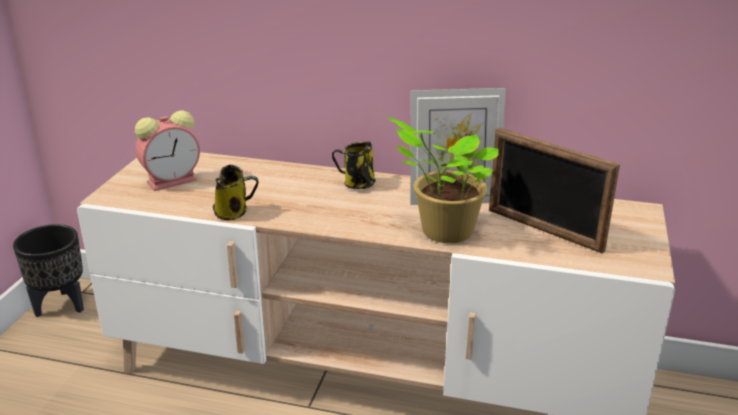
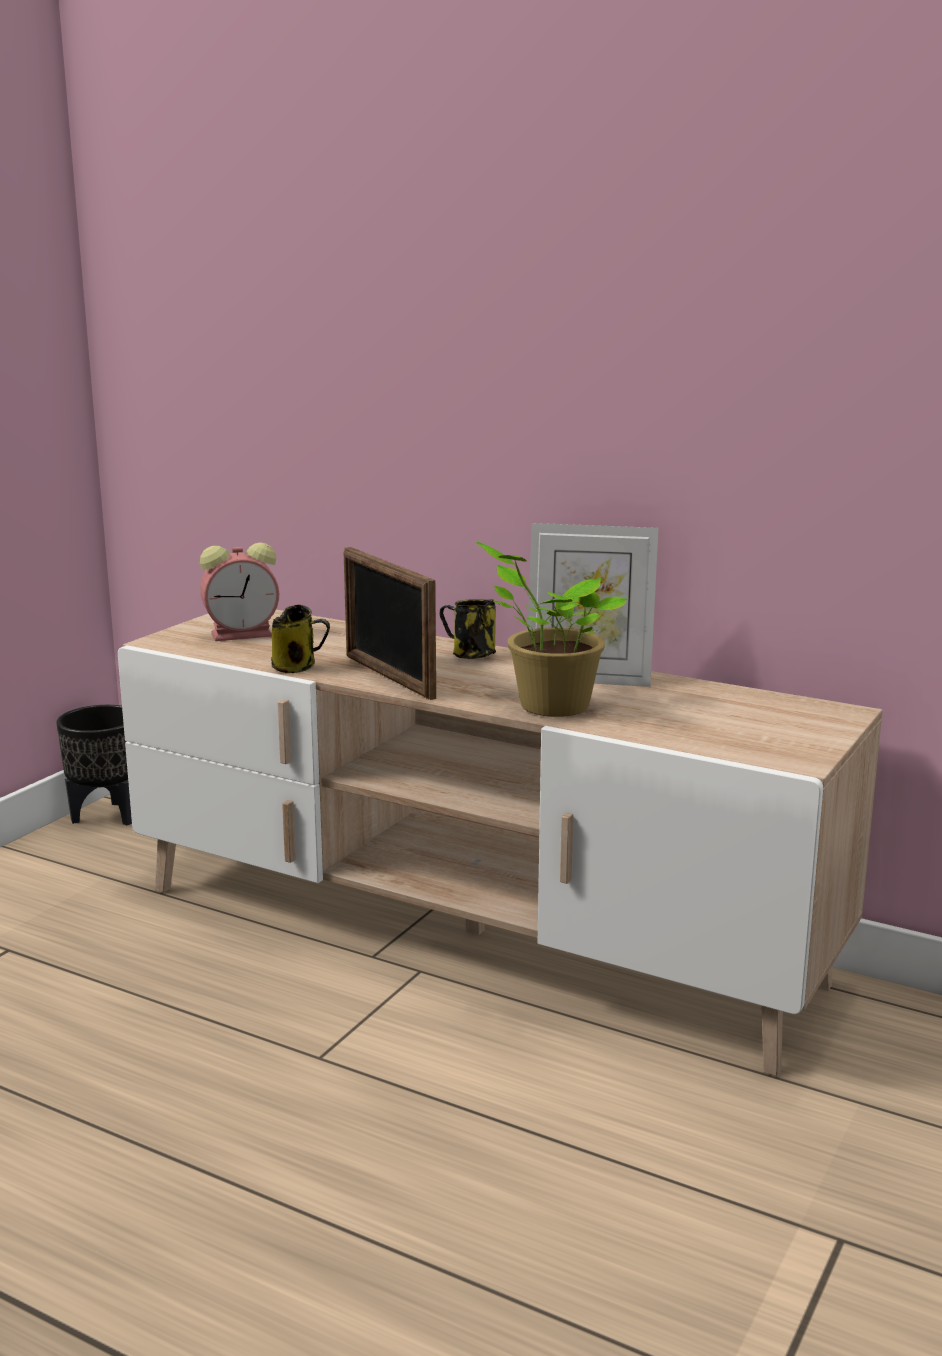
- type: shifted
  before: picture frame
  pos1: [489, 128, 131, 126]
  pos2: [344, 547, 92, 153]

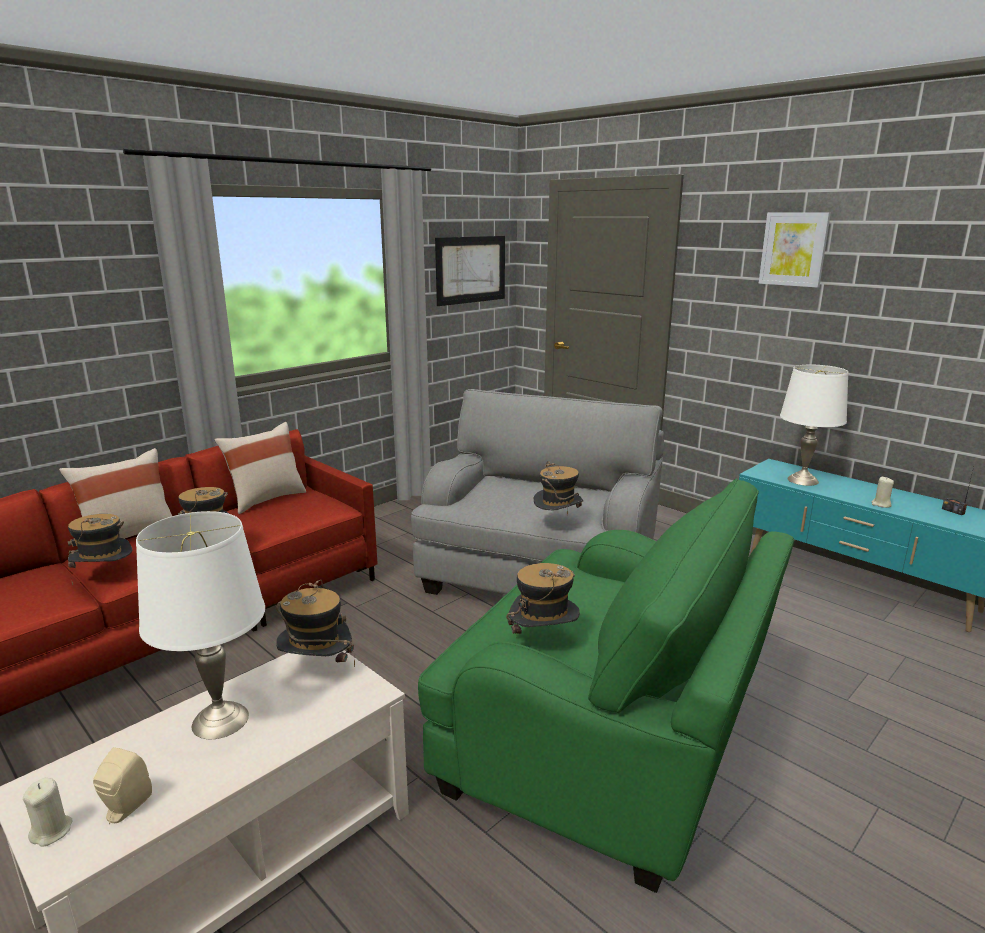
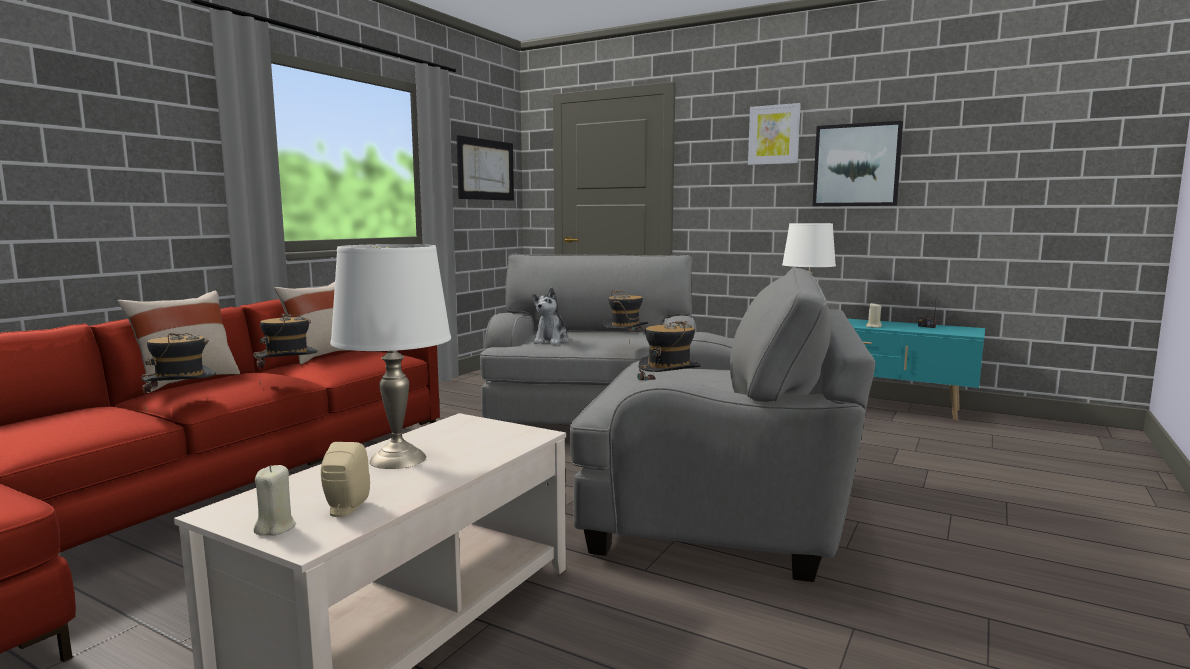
- type: gone
  before: hat
  pos1: [276, 580, 79, 87]
- type: new
  after: plush toy
  pos2: [532, 287, 37, 58]
- type: new
  after: picture
  pos2: [813, 121, 90, 85]
- type: repainted
  before: green armchair
  after: grey armchair
  pos1: [418, 478, 376, 415]
  pos2: [569, 267, 307, 315]

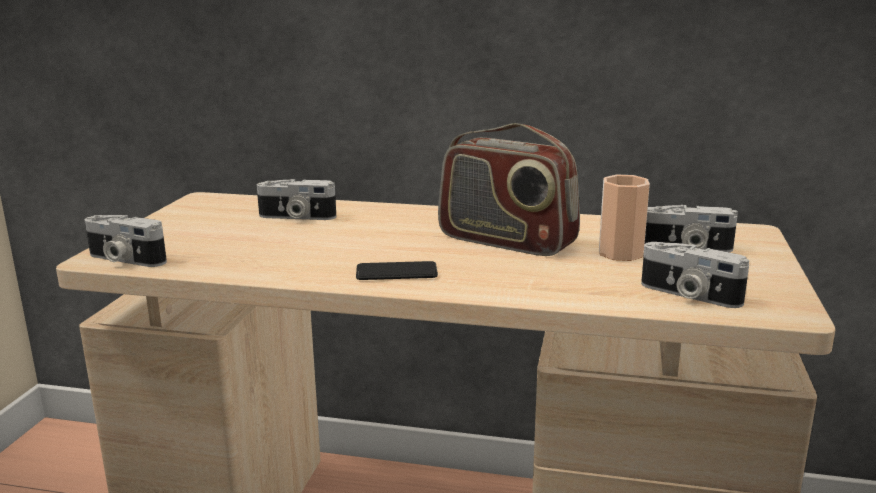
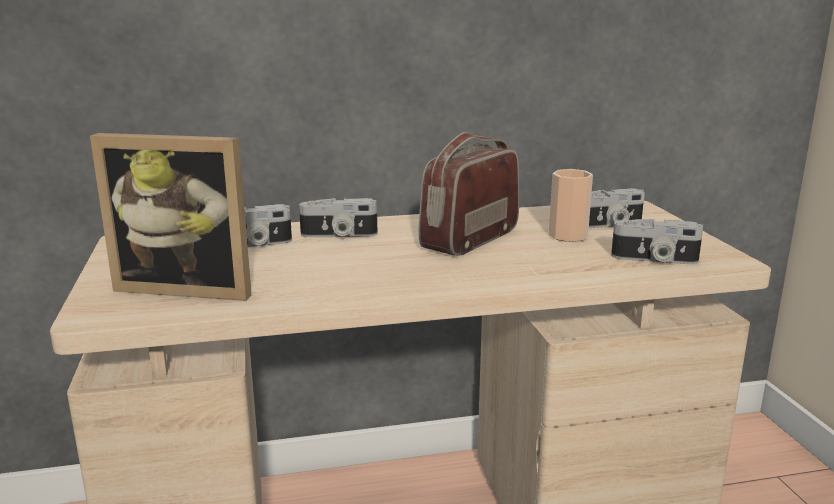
- type: gone
  before: phone
  pos1: [356, 261, 82, 19]
- type: new
  after: picture frame
  pos2: [90, 133, 162, 168]
- type: shifted
  before: photo camera
  pos1: [85, 215, 82, 52]
  pos2: [299, 198, 78, 39]
- type: rotated
  before: radio
  pos1: [438, 123, 142, 133]
  pos2: [419, 132, 100, 124]
  turn: 120

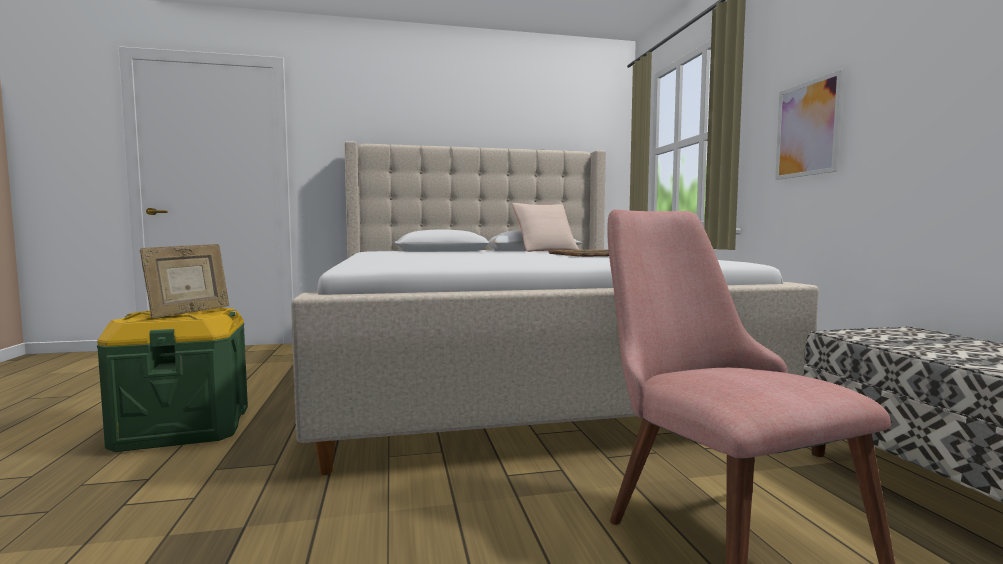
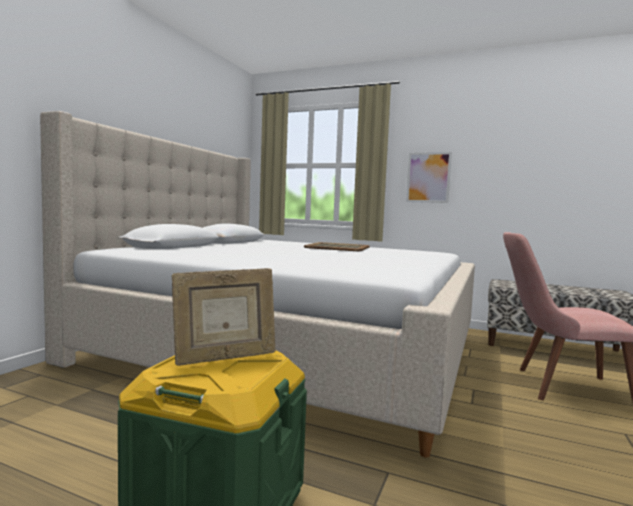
- type: gone
  before: beige pillow
  pos1: [512, 203, 67, 49]
- type: rotated
  before: picture frame
  pos1: [140, 244, 89, 74]
  pos2: [172, 268, 104, 98]
  turn: 90

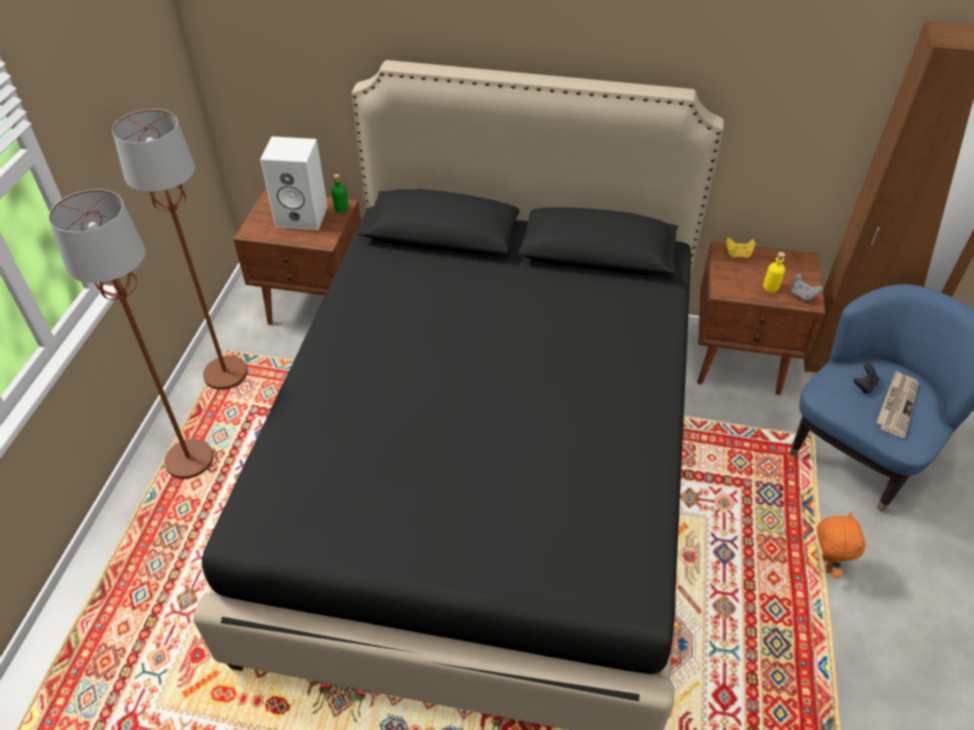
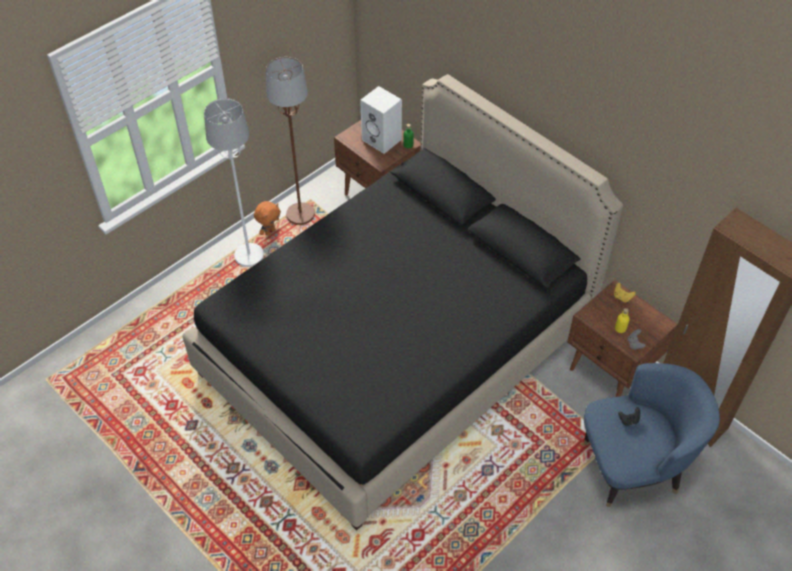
- type: gone
  before: newspaper
  pos1: [876, 370, 43, 68]
- type: shifted
  before: orange plush toy
  pos1: [817, 512, 48, 66]
  pos2: [254, 201, 27, 35]
- type: repainted
  before: brown floor lamp
  after: white floor lamp
  pos1: [49, 189, 164, 290]
  pos2: [204, 98, 60, 169]

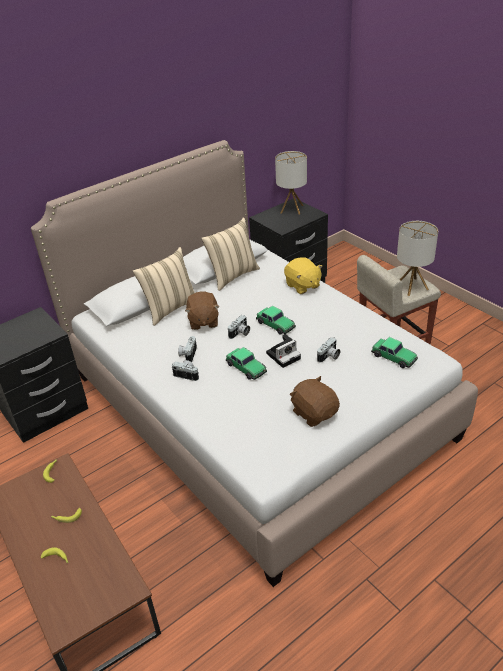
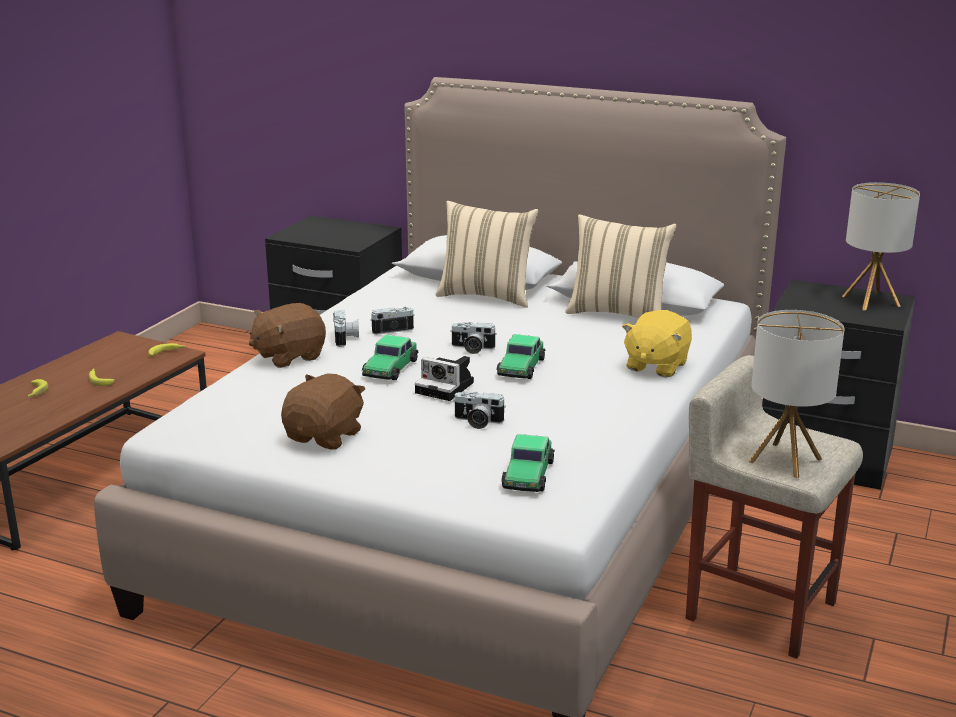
- type: shifted
  before: brown plush toy
  pos1: [185, 292, 35, 38]
  pos2: [249, 303, 77, 65]

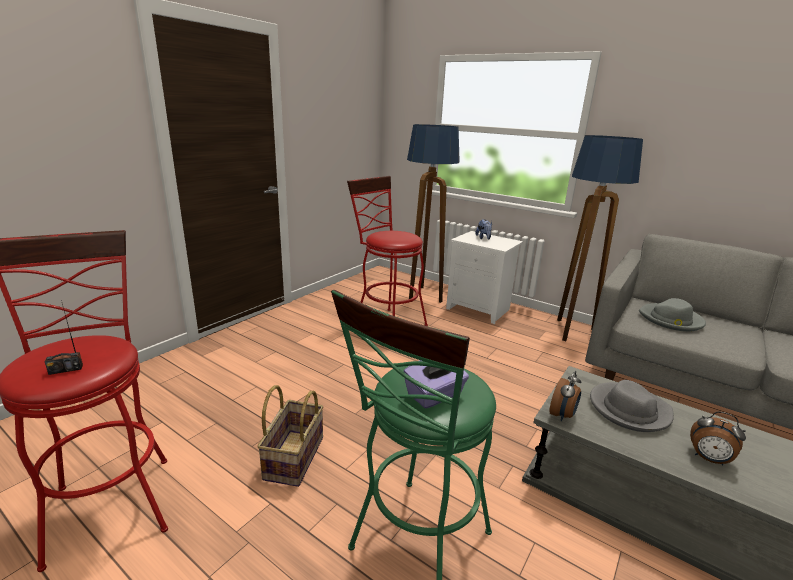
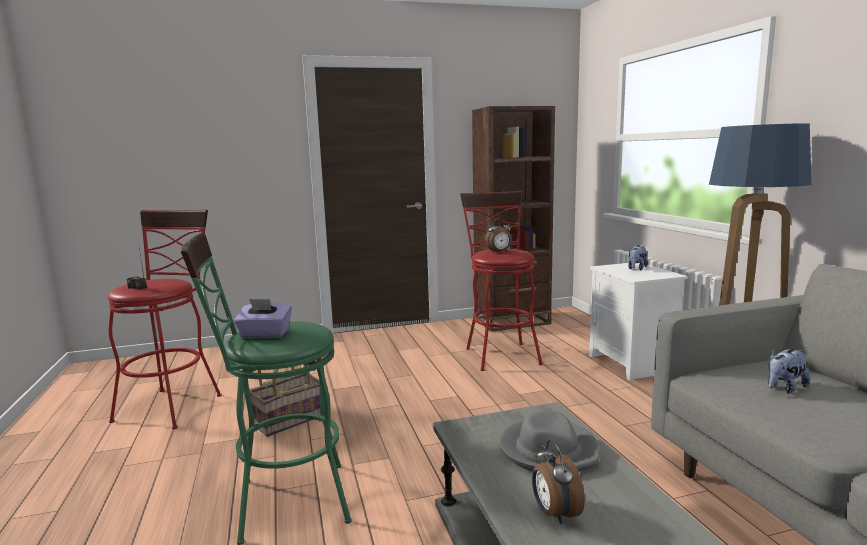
- type: gone
  before: floor lamp
  pos1: [407, 124, 53, 179]
- type: new
  after: brown bookcase
  pos2: [472, 106, 83, 226]
- type: shifted
  before: alarm clock
  pos1: [549, 371, 32, 50]
  pos2: [485, 218, 26, 35]
- type: swapped
  before: grey hat
  after: plush toy
  pos1: [639, 298, 67, 34]
  pos2: [768, 348, 42, 46]

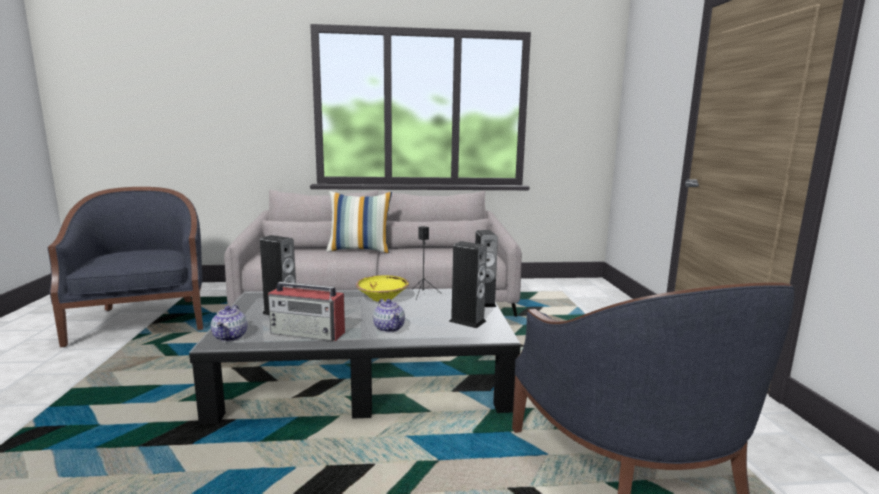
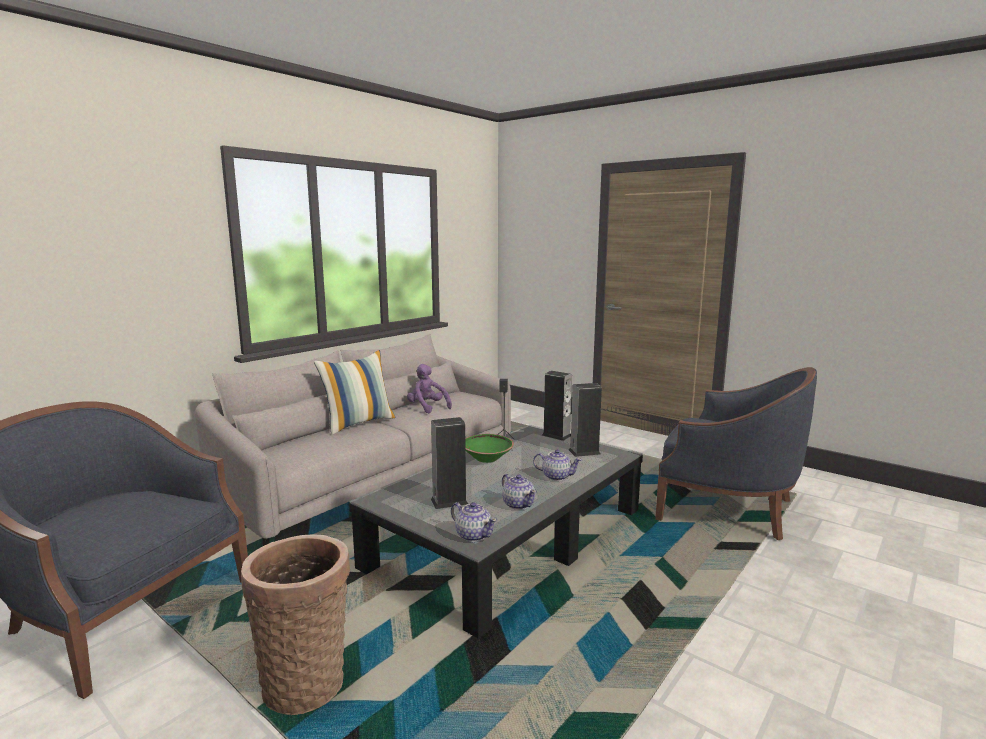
- type: new
  after: basket
  pos2: [241, 534, 109, 181]
- type: new
  after: purple plush toy
  pos2: [407, 364, 45, 49]
- type: swapped
  before: radio
  after: teapot
  pos1: [268, 282, 77, 59]
  pos2: [502, 474, 35, 36]
- type: repainted
  before: yellow bowl
  after: green bowl
  pos1: [356, 275, 53, 27]
  pos2: [465, 434, 49, 29]

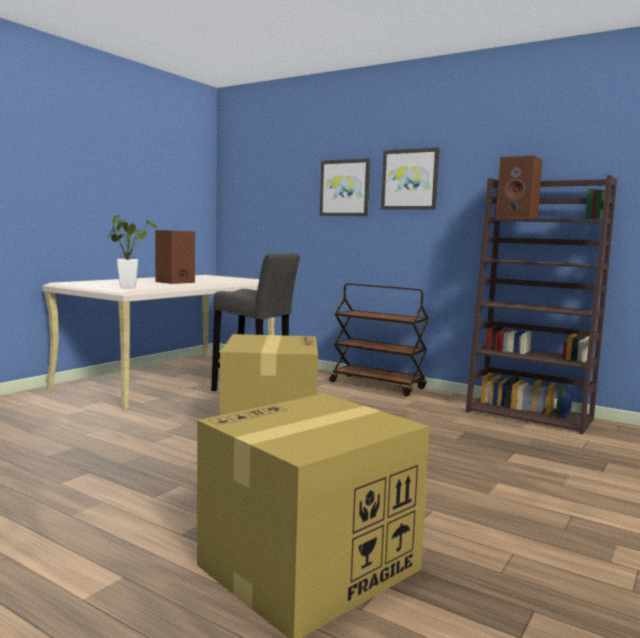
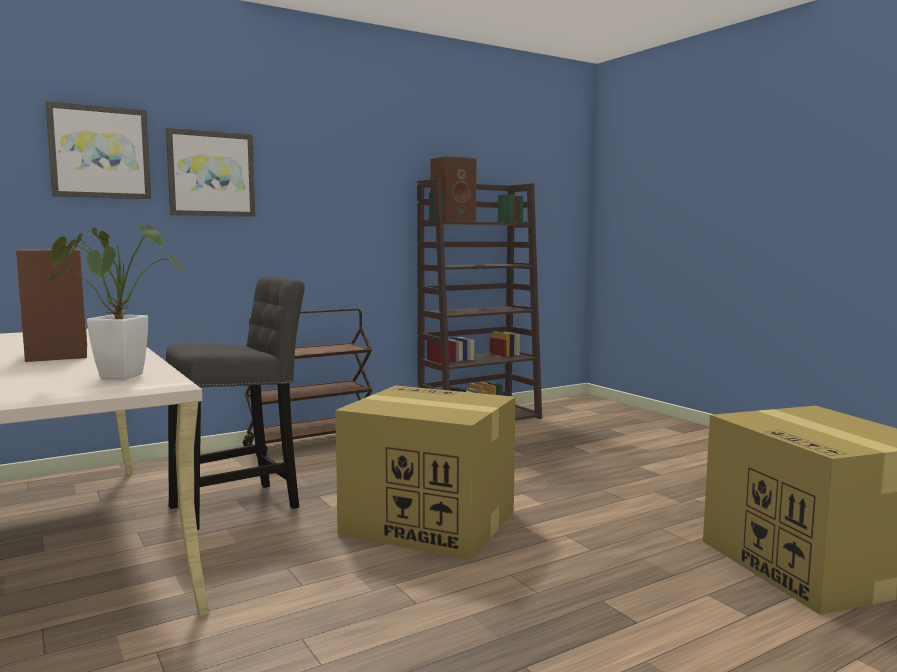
- type: shifted
  before: picture
  pos1: [381, 147, 59, 63]
  pos2: [45, 101, 106, 98]

